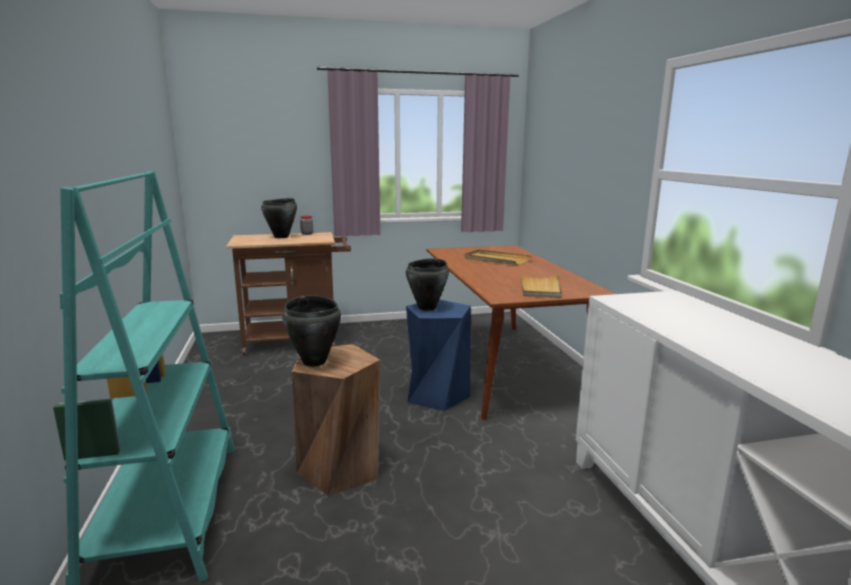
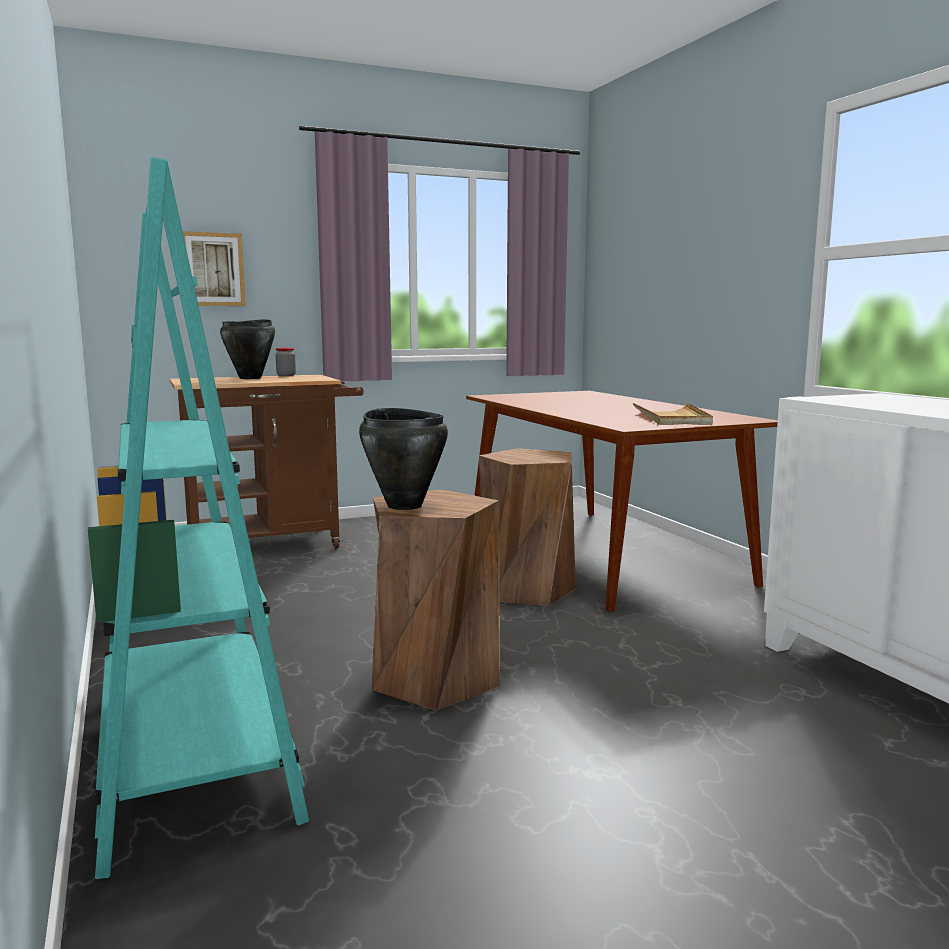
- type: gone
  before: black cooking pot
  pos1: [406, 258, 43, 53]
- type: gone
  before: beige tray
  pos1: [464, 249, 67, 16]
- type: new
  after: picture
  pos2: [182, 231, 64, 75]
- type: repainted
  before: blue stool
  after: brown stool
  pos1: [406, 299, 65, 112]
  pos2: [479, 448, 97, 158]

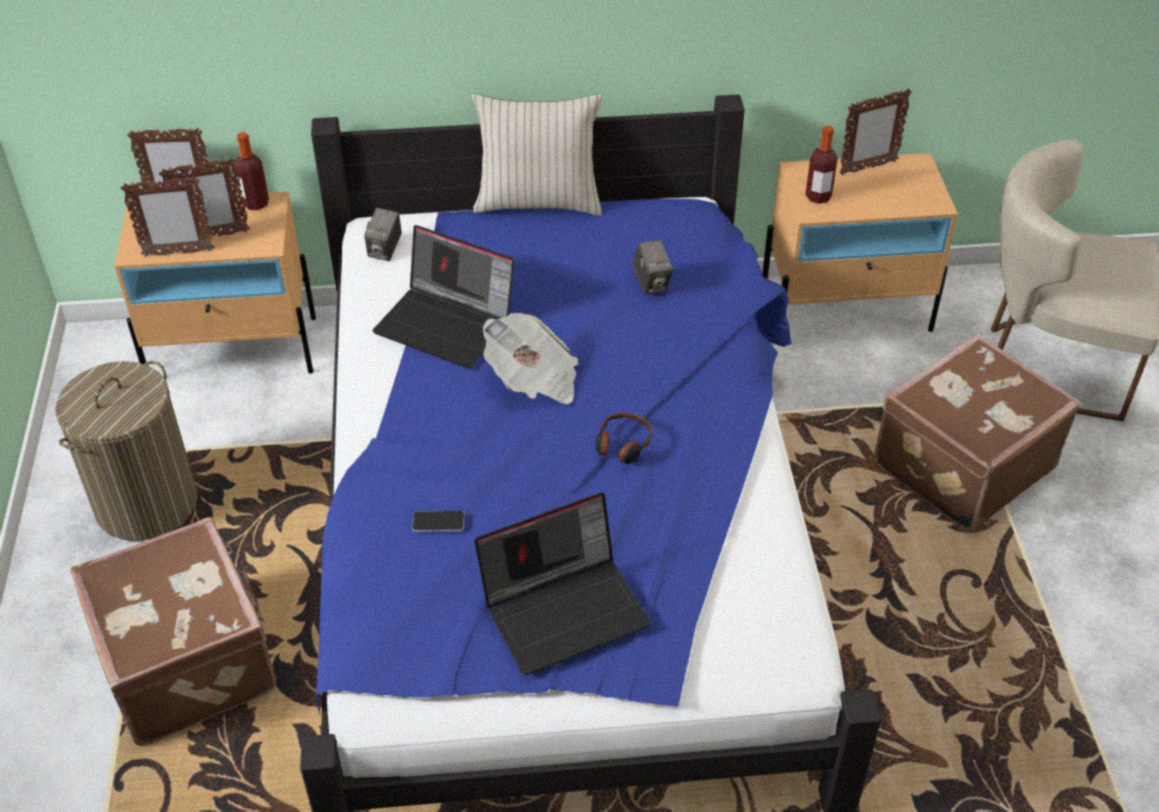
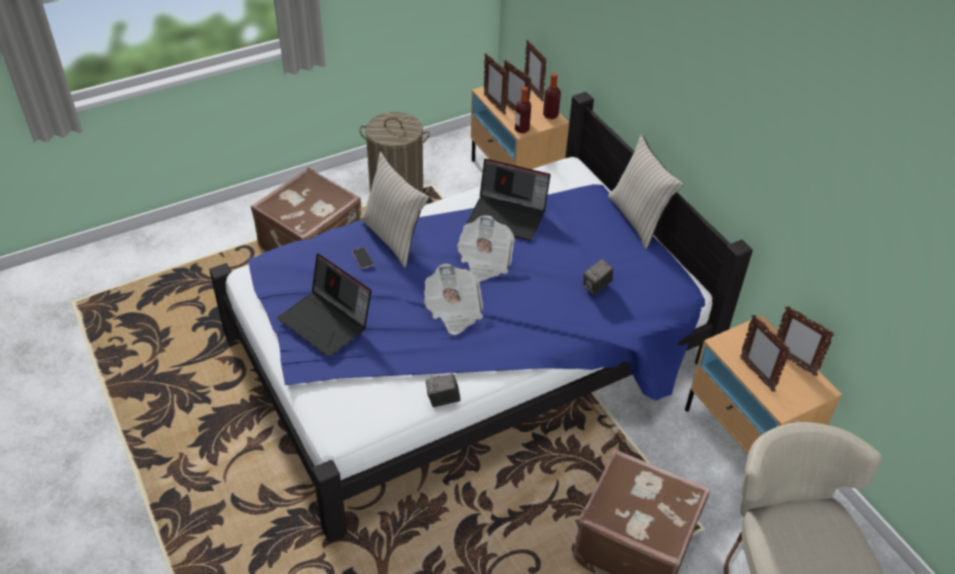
- type: new
  after: beige pillow
  pos2: [360, 152, 69, 115]
- type: new
  after: picture frame
  pos2: [740, 315, 50, 77]
- type: shifted
  before: photo camera
  pos1: [364, 208, 38, 53]
  pos2: [426, 374, 35, 33]
- type: shifted
  before: bottle
  pos1: [805, 125, 33, 79]
  pos2: [515, 87, 16, 46]
- type: swapped
  before: headphones
  after: newspaper
  pos1: [596, 413, 56, 51]
  pos2: [424, 264, 59, 71]
- type: rotated
  before: laptop
  pos1: [373, 225, 142, 144]
  pos2: [466, 159, 84, 82]
  turn: -75

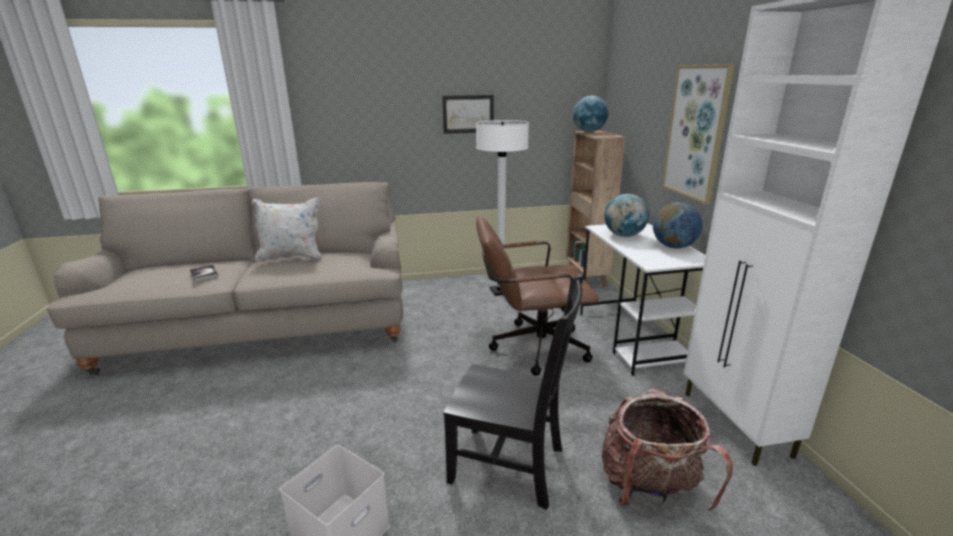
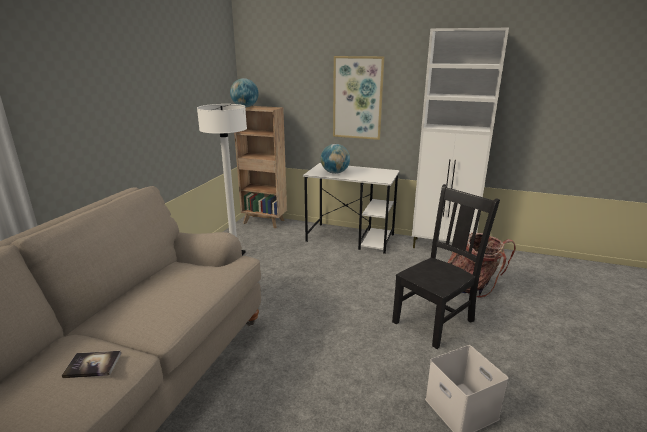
- type: gone
  before: white pillow
  pos1: [252, 197, 70, 65]
- type: gone
  before: picture
  pos1: [442, 95, 52, 39]
- type: gone
  before: brown office chair
  pos1: [476, 216, 123, 160]
- type: gone
  before: globe
  pos1: [653, 202, 50, 46]

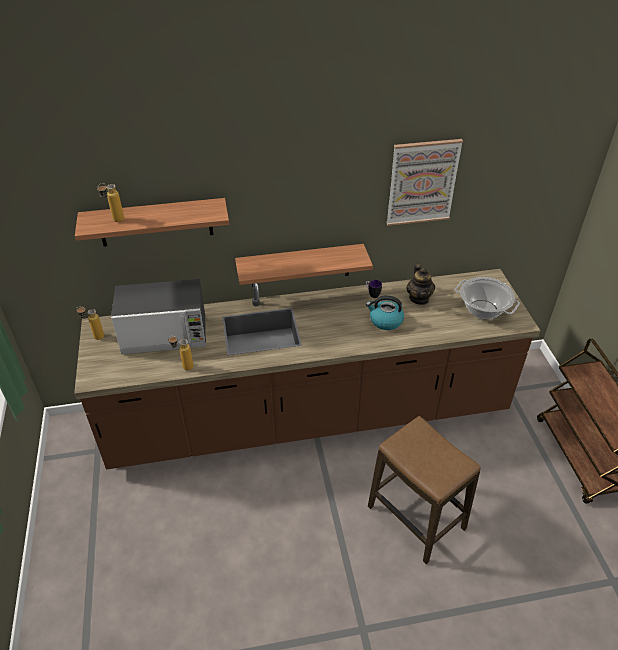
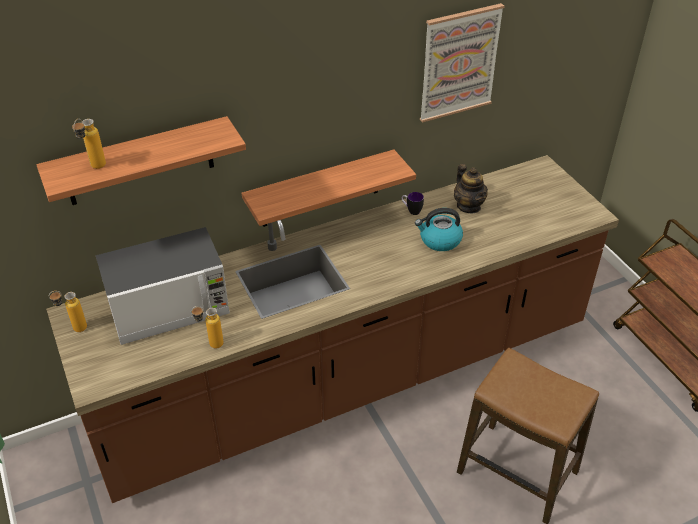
- type: gone
  before: cooking pot
  pos1: [454, 277, 66, 42]

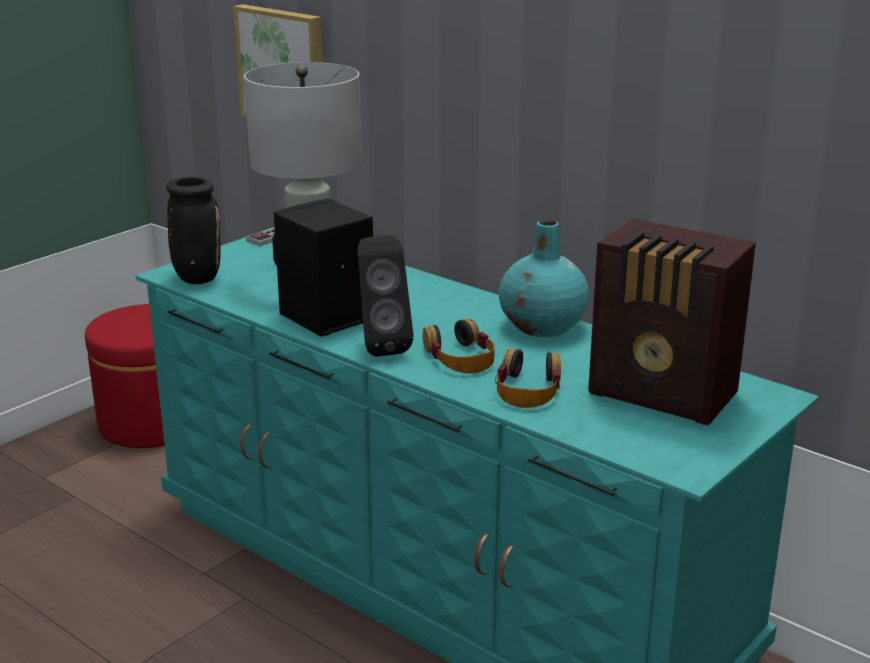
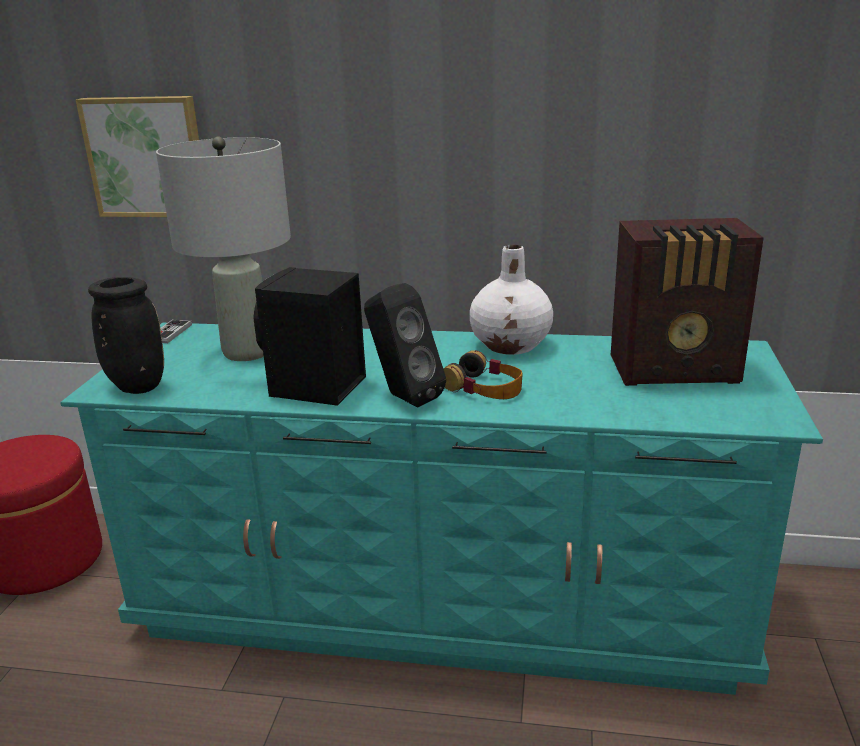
- type: gone
  before: headphones
  pos1: [495, 349, 66, 59]
- type: repainted
  before: turquoise vase
  after: white vase
  pos1: [499, 220, 90, 117]
  pos2: [470, 245, 83, 110]

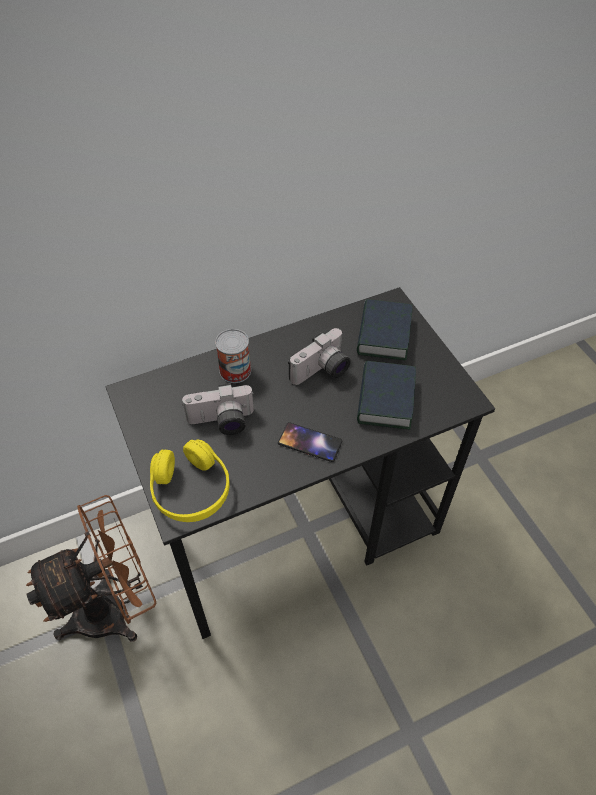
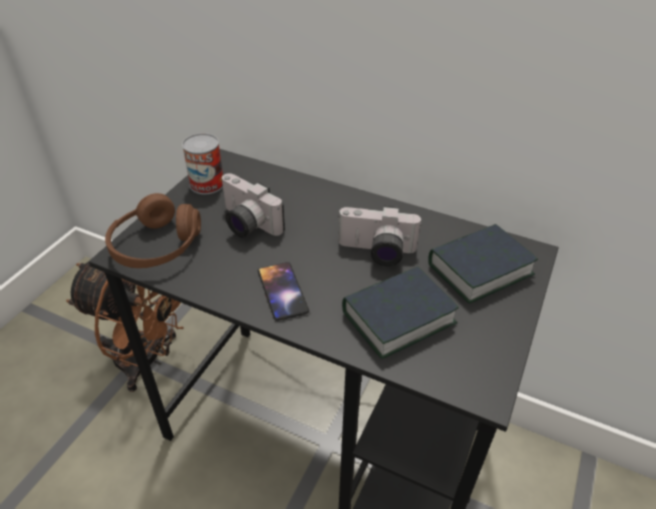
- type: shifted
  before: can
  pos1: [215, 329, 36, 54]
  pos2: [182, 133, 41, 61]
- type: repainted
  before: yellow headphones
  after: brown headphones
  pos1: [150, 439, 80, 83]
  pos2: [105, 193, 96, 75]

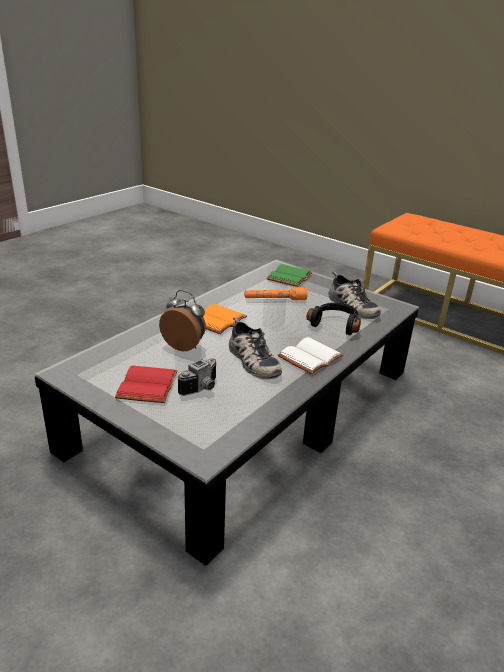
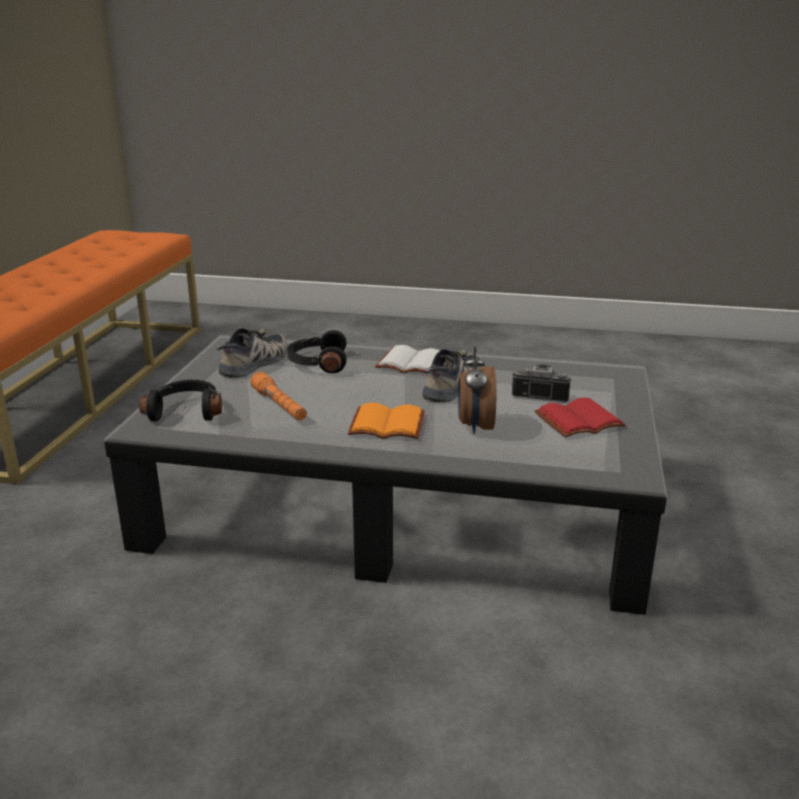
- type: swapped
  before: green book
  after: black headphones
  pos1: [266, 264, 46, 23]
  pos2: [139, 380, 83, 42]

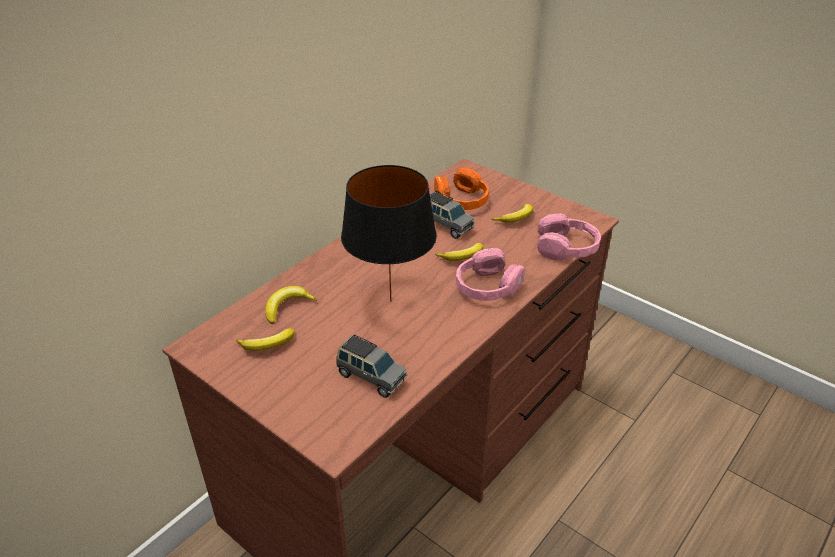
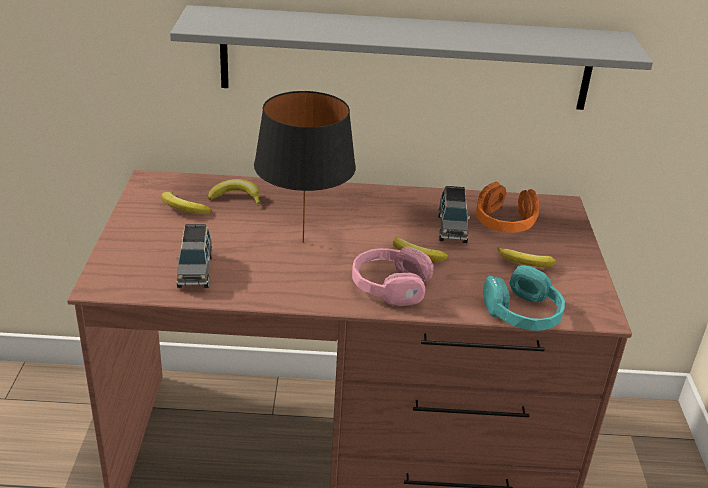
- type: new
  after: grey shelf
  pos2: [170, 5, 483, 105]
- type: repainted
  before: pink headphones
  after: turquoise headphones
  pos1: [537, 213, 64, 48]
  pos2: [483, 265, 82, 66]

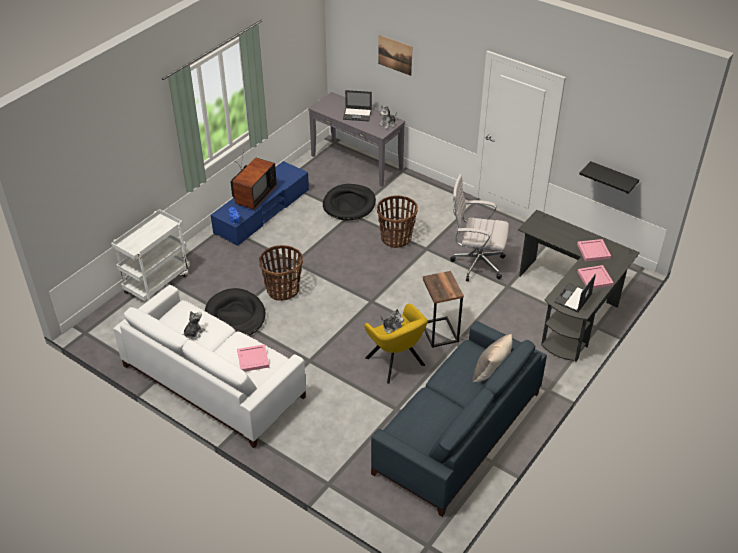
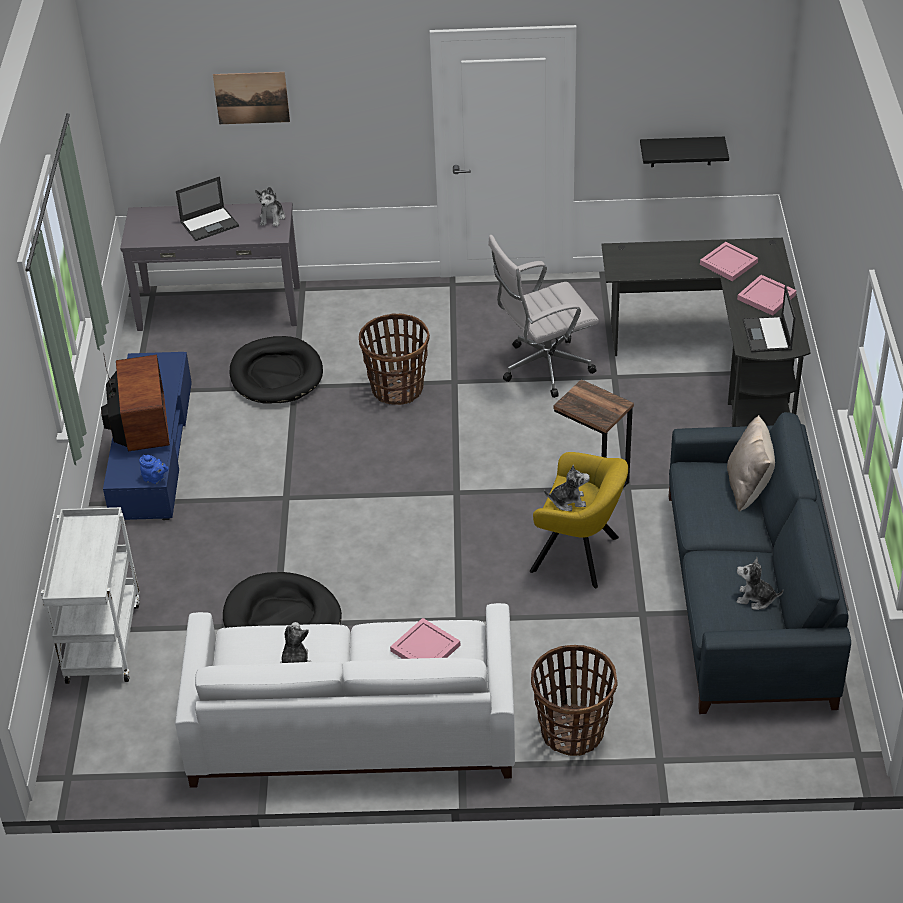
- type: new
  after: plush toy
  pos2: [737, 557, 46, 53]
- type: shifted
  before: basket
  pos1: [259, 245, 44, 56]
  pos2: [531, 645, 87, 111]

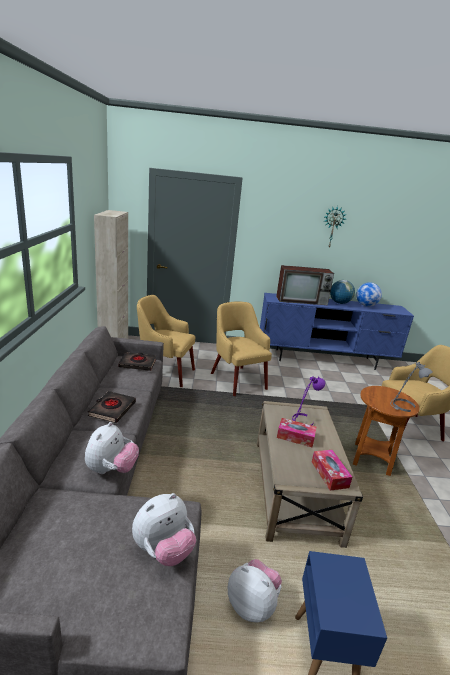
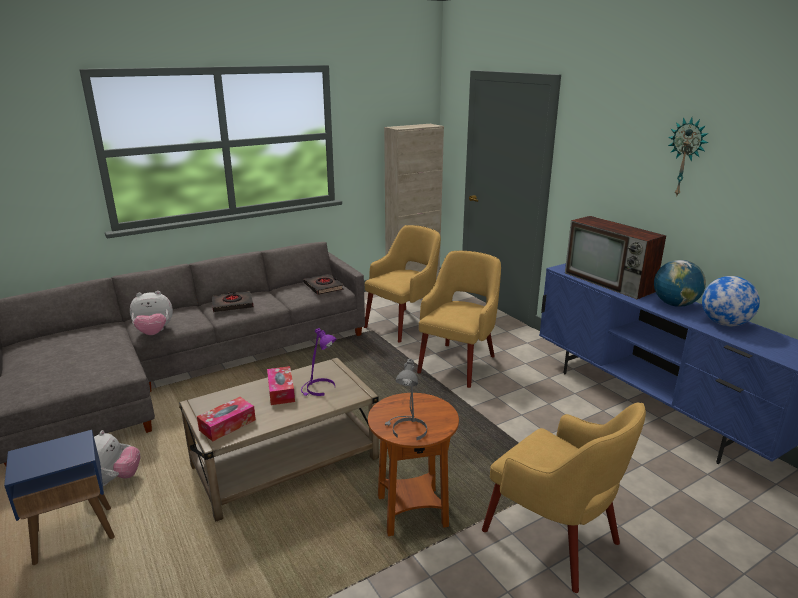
- type: gone
  before: plush toy
  pos1: [132, 493, 64, 73]
- type: rotated
  before: yellow armchair
  pos1: [137, 295, 58, 92]
  pos2: [364, 225, 77, 118]
  turn: 60

